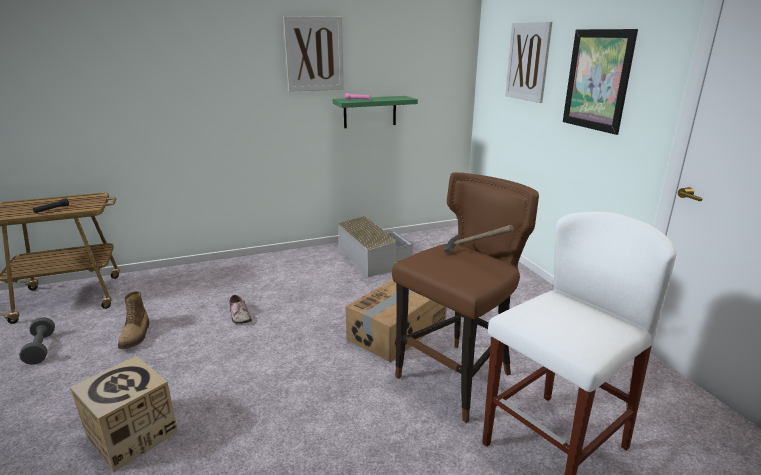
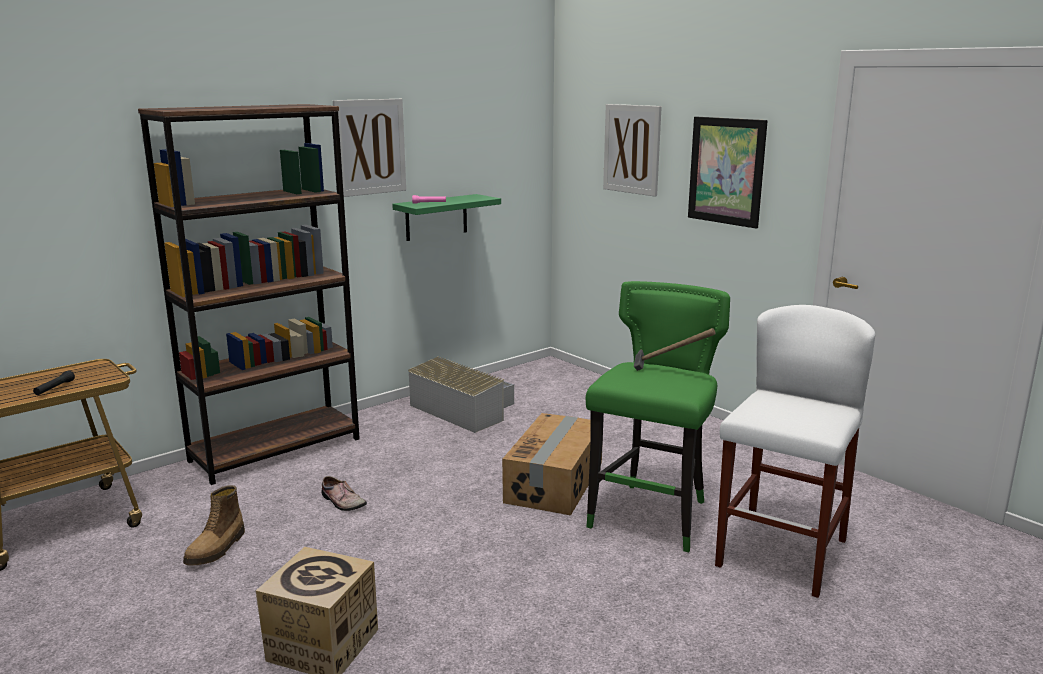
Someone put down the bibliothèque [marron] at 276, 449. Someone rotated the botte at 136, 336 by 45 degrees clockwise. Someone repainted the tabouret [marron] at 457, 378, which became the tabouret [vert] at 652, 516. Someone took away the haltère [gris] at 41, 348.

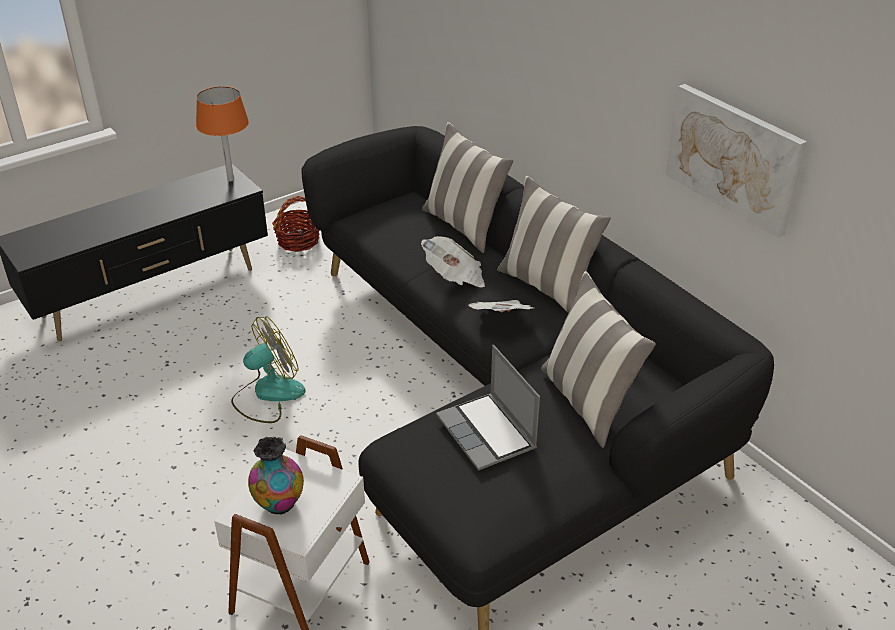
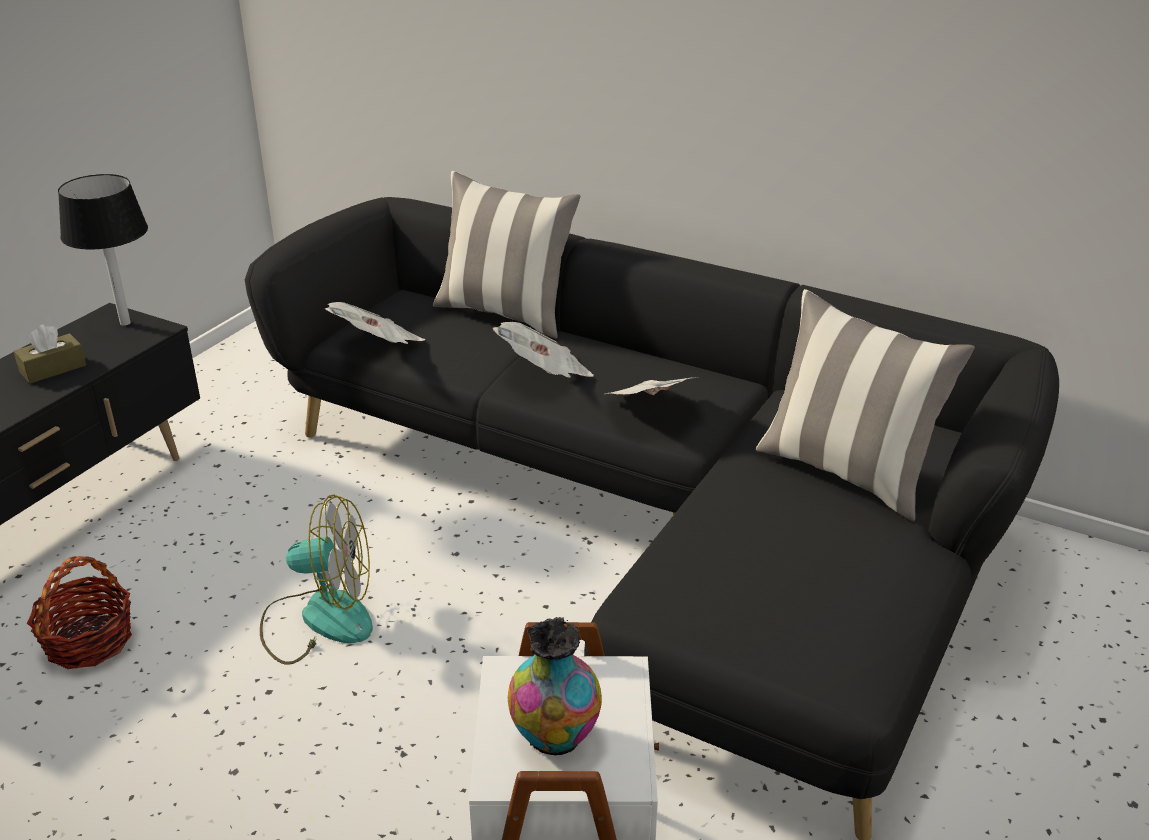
Someone put down the boîte à mouchoirs [marron] at 53, 369. Someone carried the panier from 298, 241 to 89, 641. Someone repainted the lampe de table [orange] at 230, 180, which became the lampe de table [noir] at 125, 323. Someone rotated the ventilateur at 268, 394 by 60 degrees clockwise. Someone put down the journal at 378, 345. Someone took away the ordinateur portable at 488, 433. Someone took away the coussin at 547, 287. Someone took away the tableau at 734, 158.

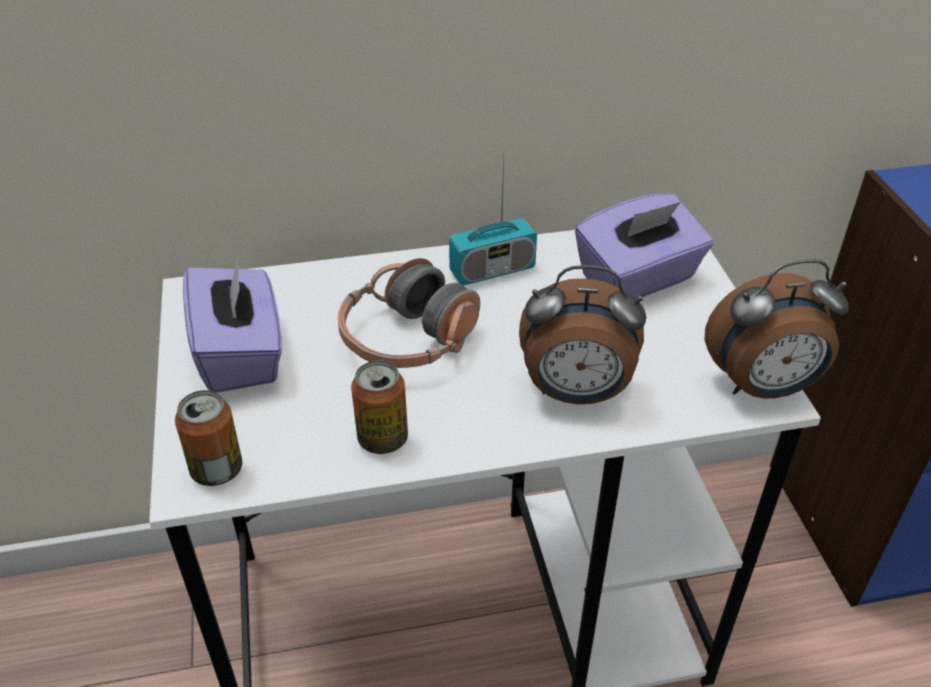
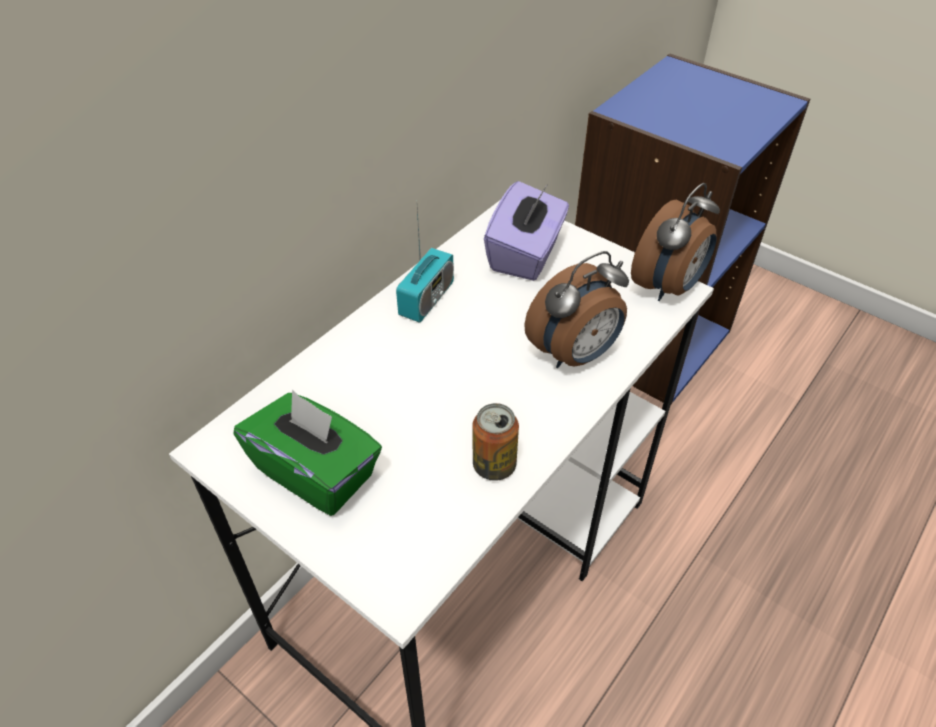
Someone repainted the boîte à mouchoirs [violet] at 241, 354, which became the boîte à mouchoirs [vert] at 316, 472. Someone took away the boîte métallique at 217, 469. Someone took away the casque audio at 408, 339.

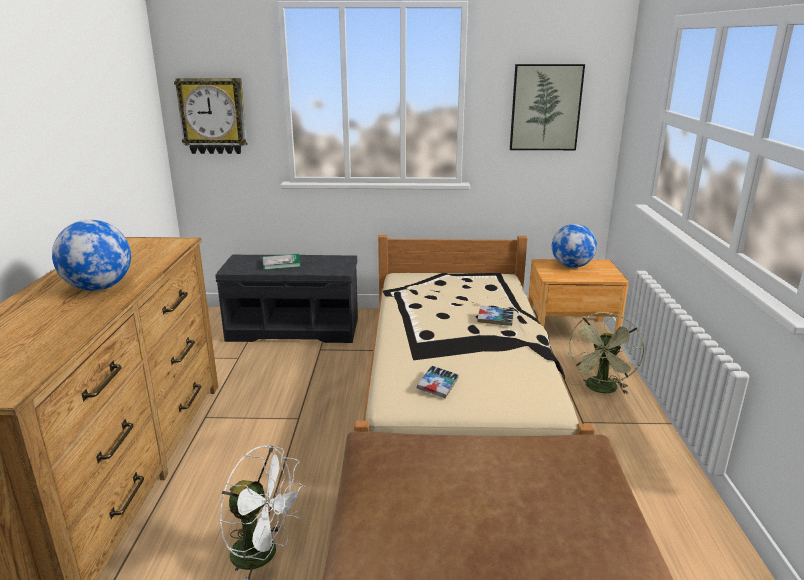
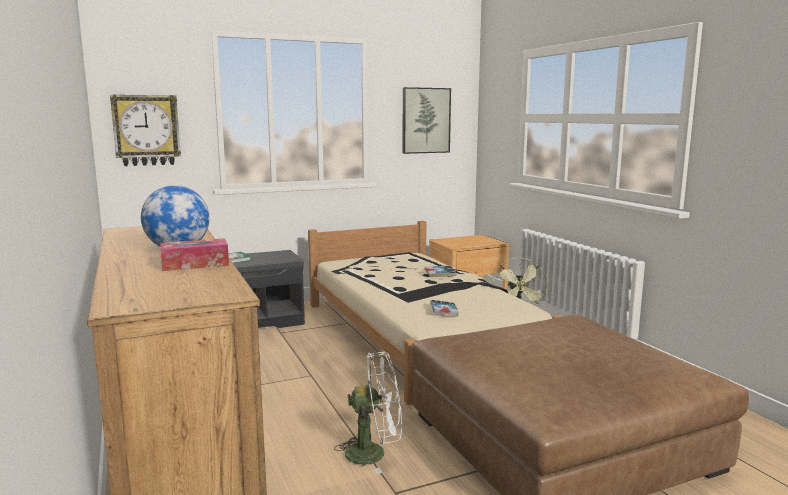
Someone put down the boîte à mouchoirs at 195, 264. Someone took away the globe at 571, 266.

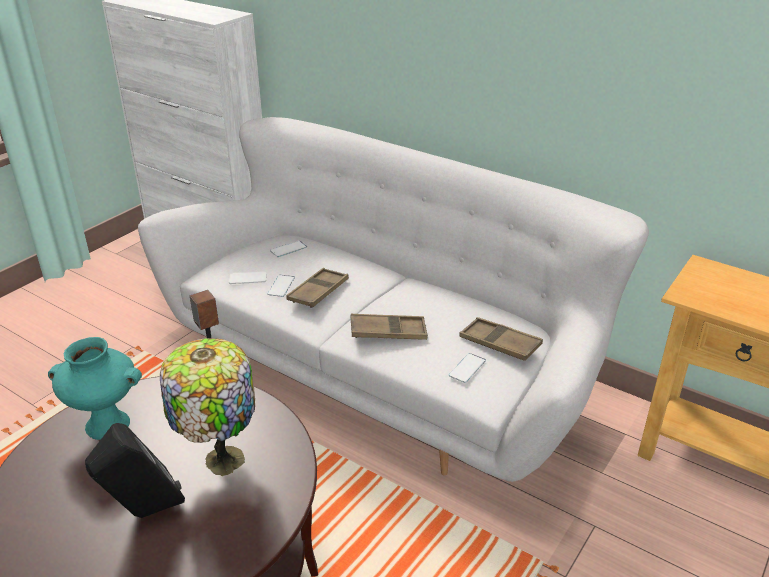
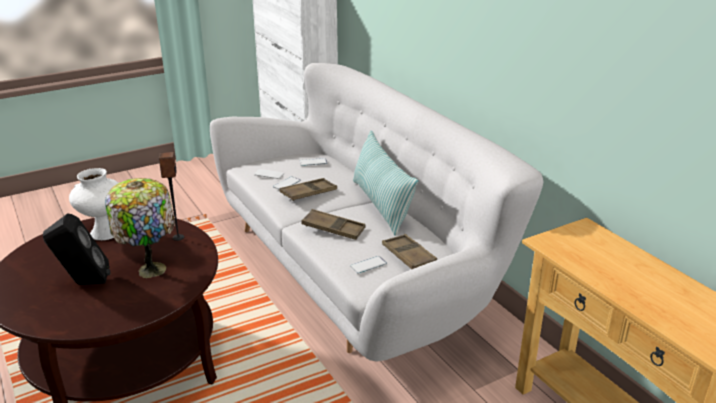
Someone repainted the vase [turquoise] at 106, 426, which became the vase [blanc] at 104, 233. Someone put down the coussin at 381, 205.

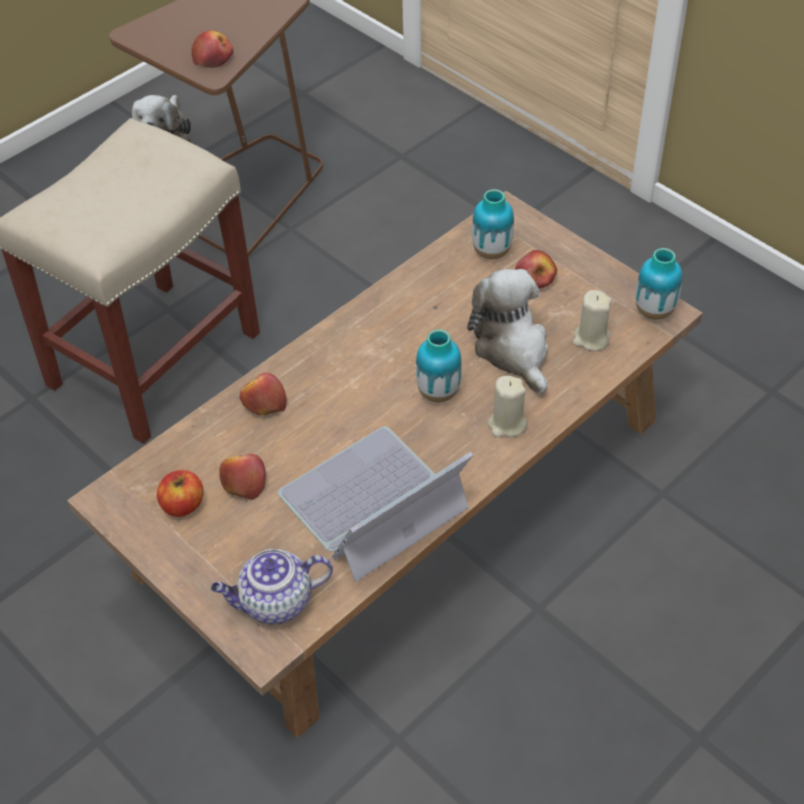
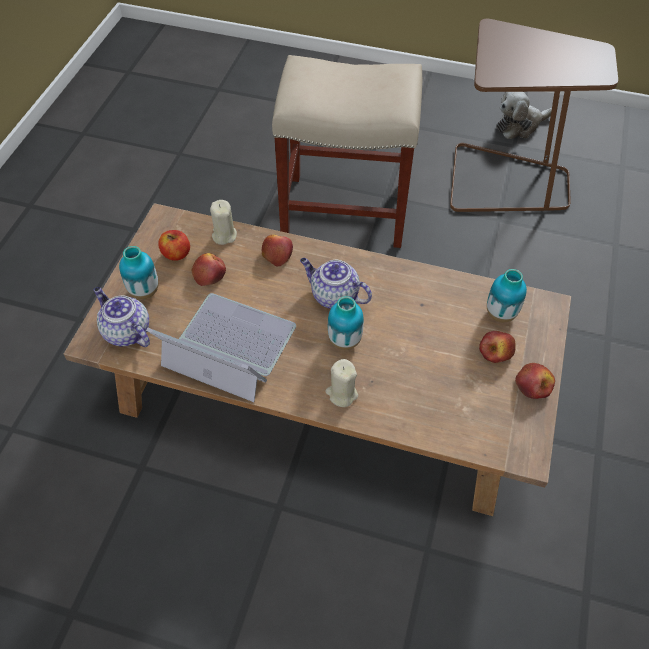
Someone carried the vase from 654, 311 to 144, 291. Someone carried the bougie [beige] from 591, 339 to 224, 235. Someone put down the théière at 333, 296. Someone carried the pomme from 213, 58 to 533, 385. Someone took away the peluche at 513, 349.

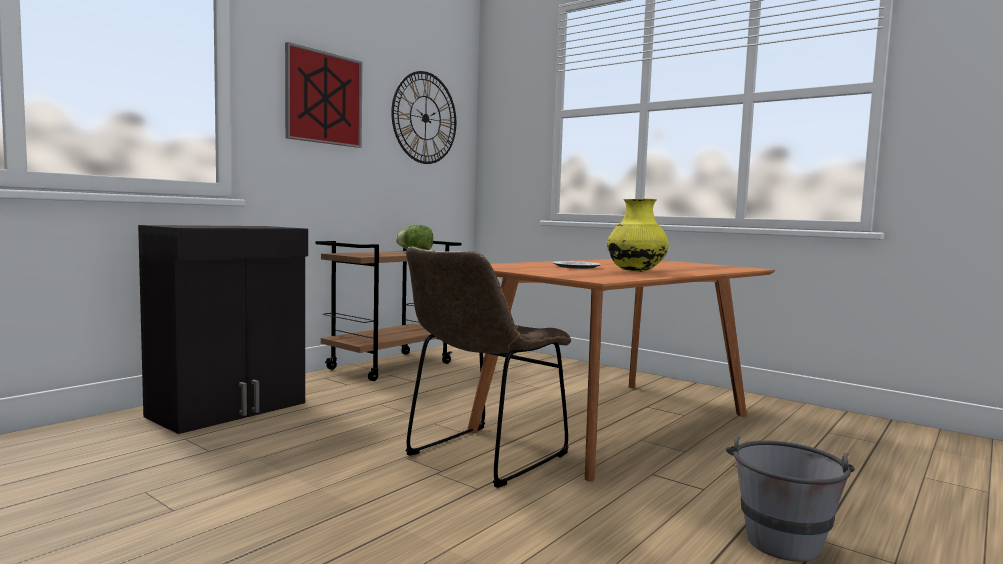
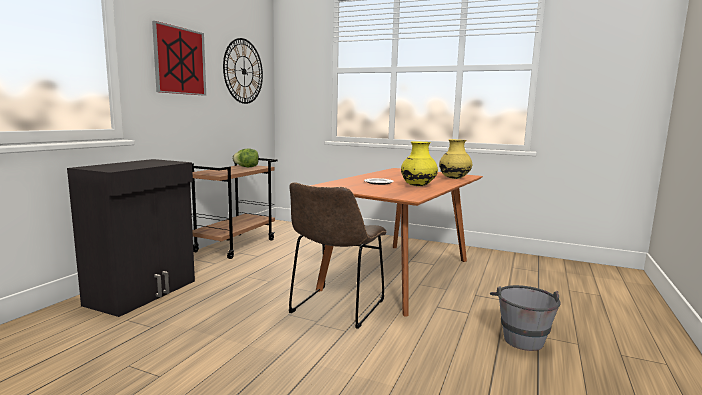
Someone put down the vase [jaune] at 454, 178.

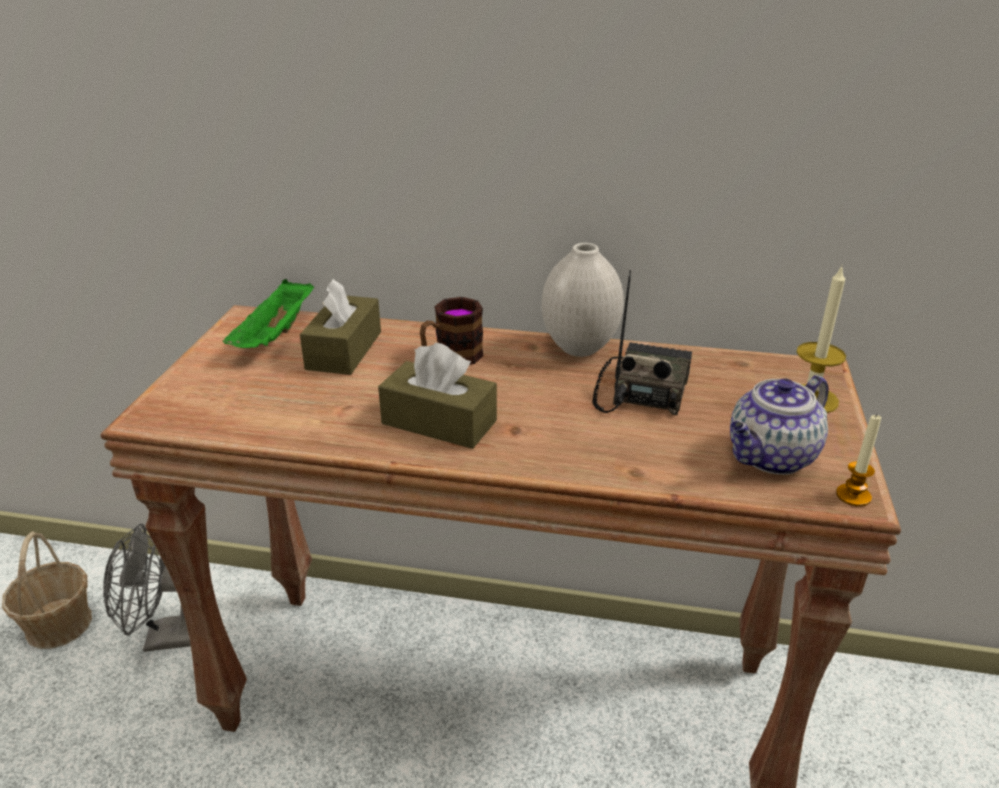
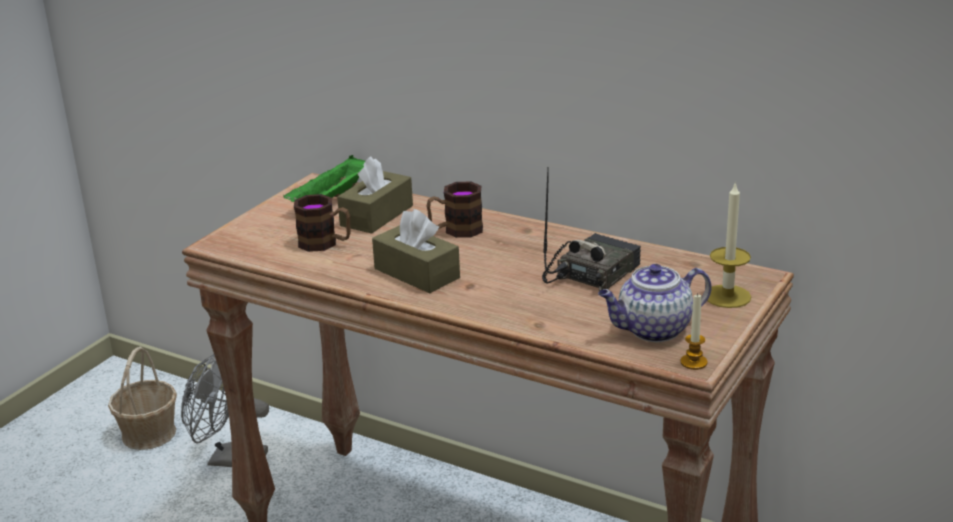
Someone put down the mug at 325, 243. Someone took away the vase [blanc] at 579, 348.

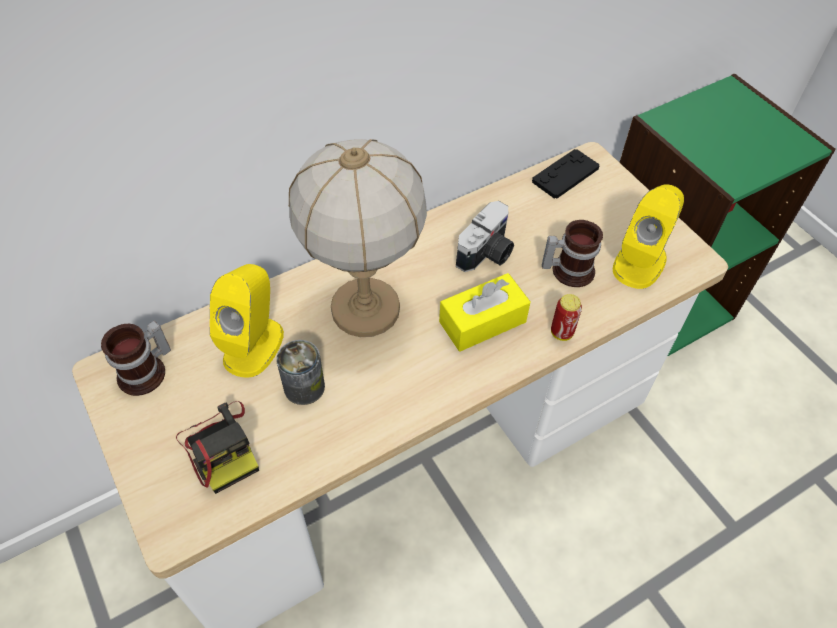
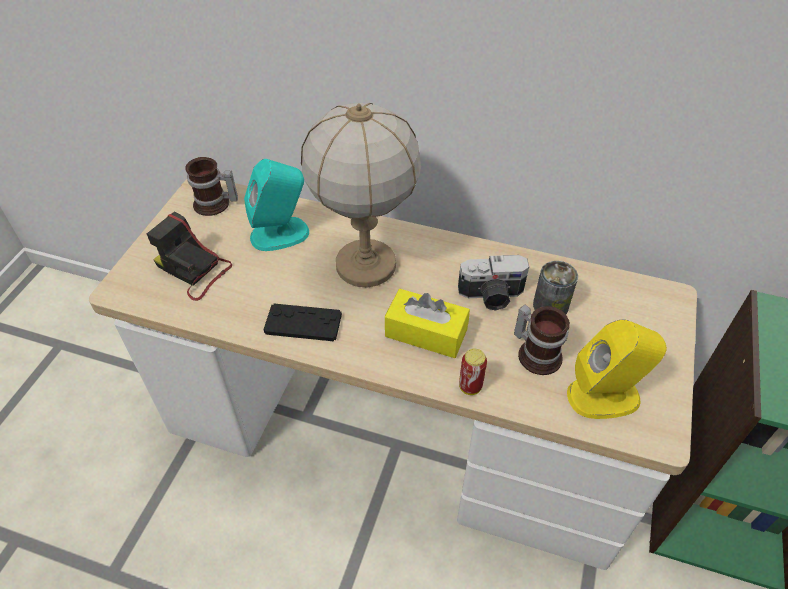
Someone rotated the appareil photo at 221, 447 by 105 degrees clockwise. Someone repainted the enceinte [jaune] at 254, 345, which became the enceinte [turquoise] at 280, 234. Someone carried the manette [noir] from 565, 175 to 303, 323. Someone carried the boîte métallique from 304, 387 to 550, 305.

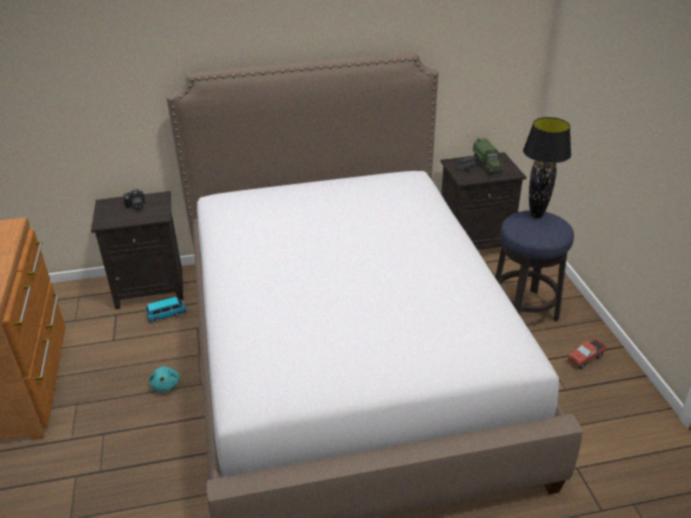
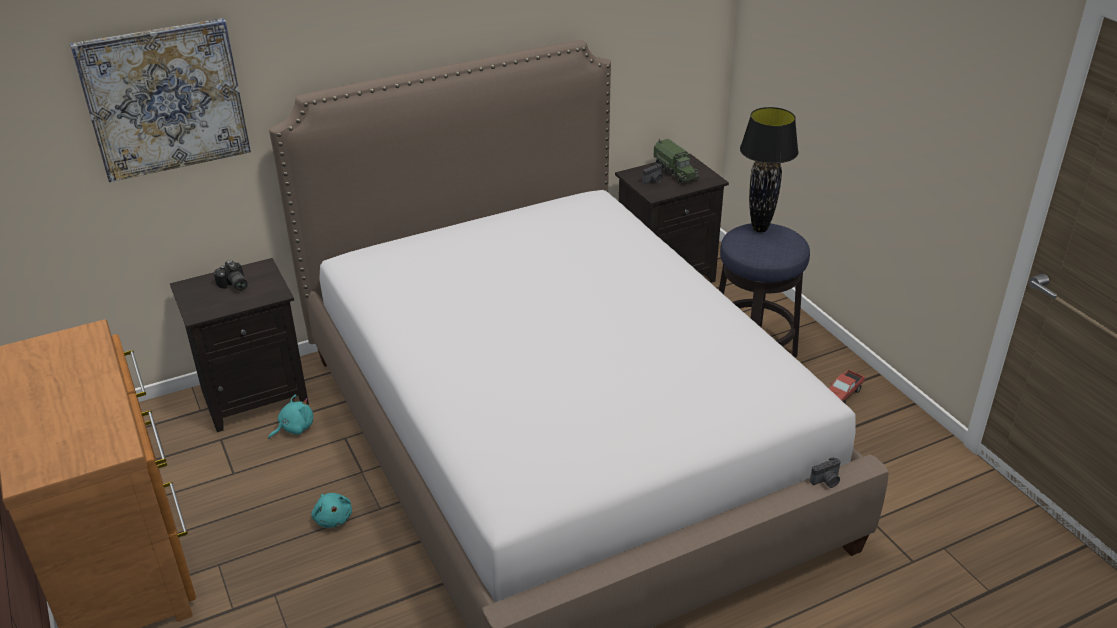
Someone put up the tableau at 165, 99. Someone swapped the petite voiture at 167, 315 for the peluche [turquoise] at 294, 428. Someone put down the appareil photo at 826, 481.

